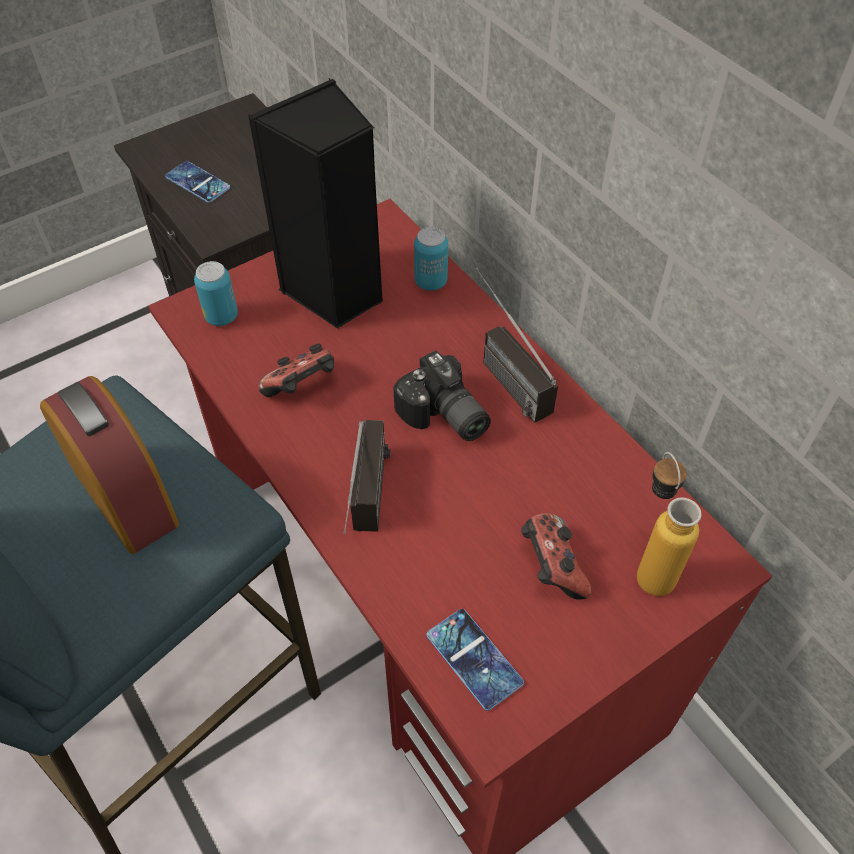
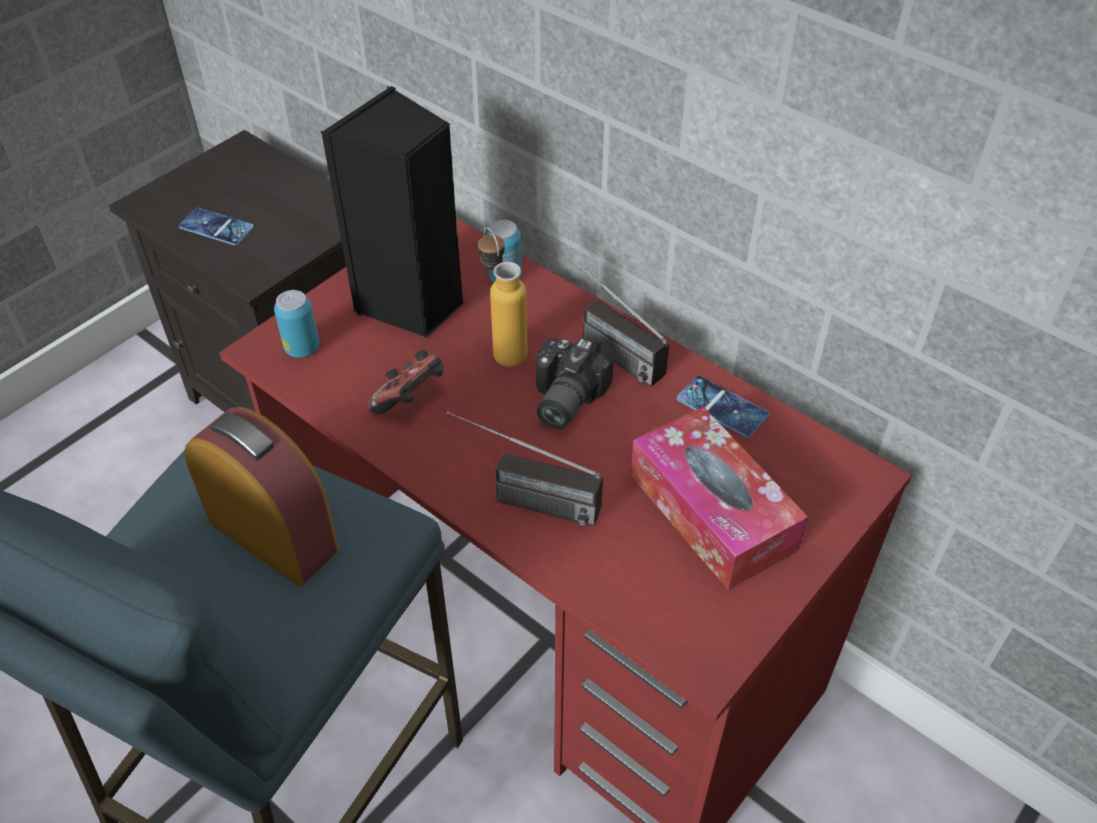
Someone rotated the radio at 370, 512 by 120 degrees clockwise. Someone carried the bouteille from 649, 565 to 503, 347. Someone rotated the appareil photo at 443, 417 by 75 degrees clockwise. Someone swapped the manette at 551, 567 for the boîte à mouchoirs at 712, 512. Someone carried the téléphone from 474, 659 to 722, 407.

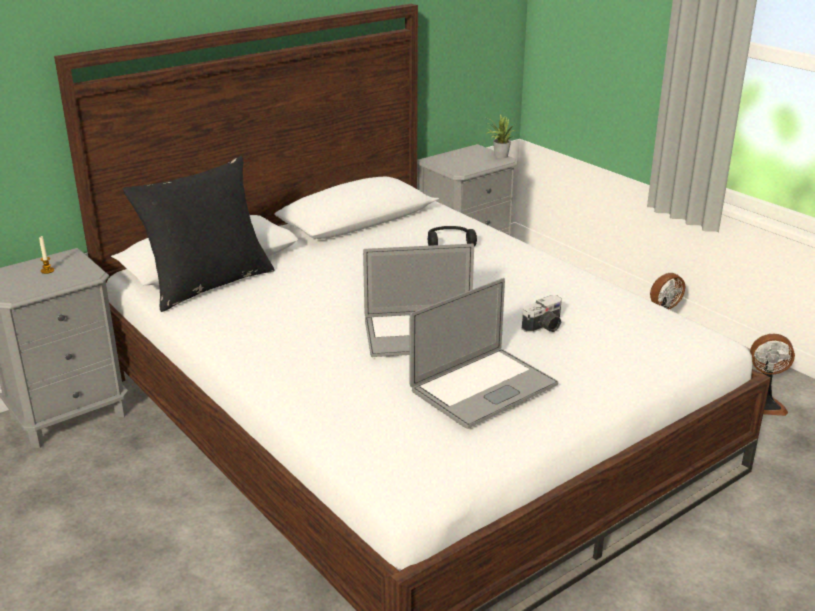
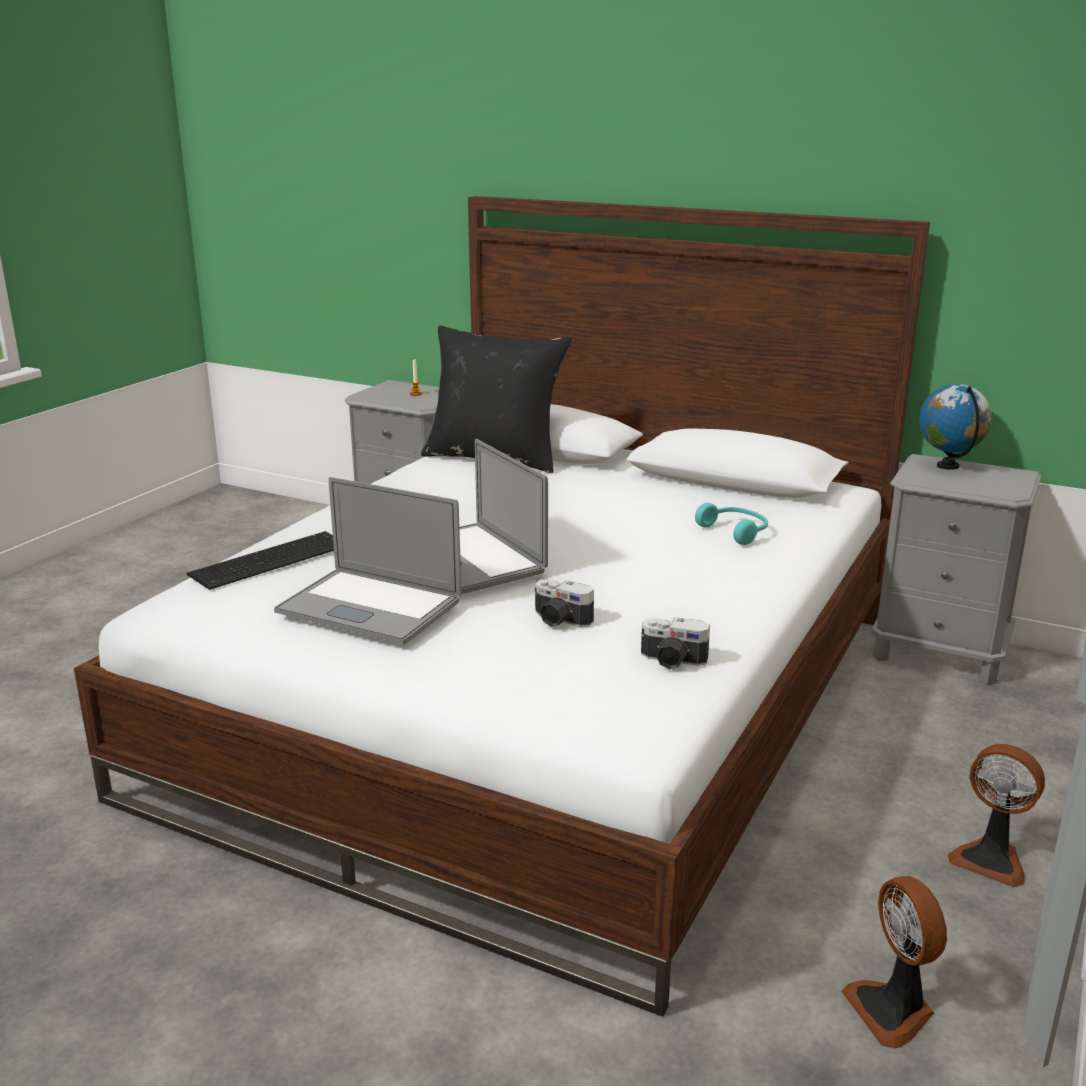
Someone put down the clavier at 272, 560. Someone put down the appareil photo at 672, 661. Someone repainted the casque audio [noir] at 449, 243, which became the casque audio [turquoise] at 735, 531. Someone put down the globe at 948, 466. Someone took away the plante en pot at 499, 156.

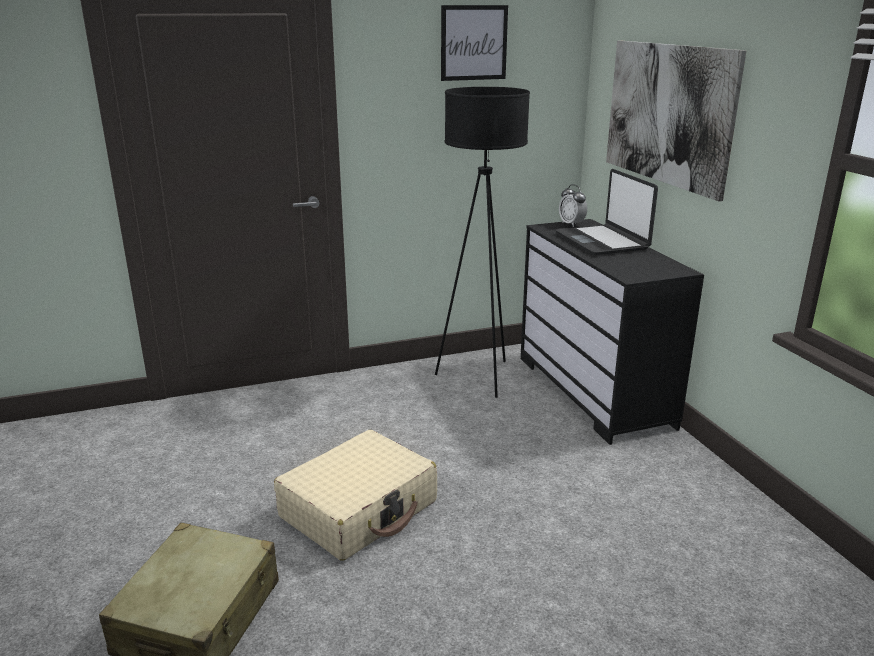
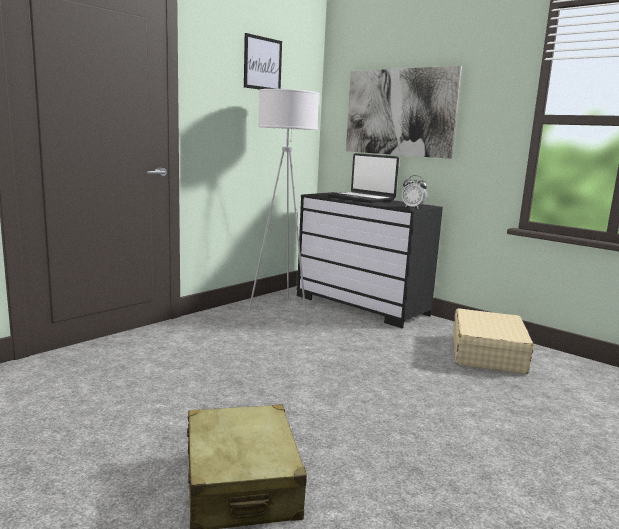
Someone repainted the lampadaire [noir] at 479, 377, which became the lampadaire [blanc] at 281, 308. Someone carried the réveil from 571, 224 to 413, 208. Someone carried the valise [beige] from 359, 509 to 488, 353.

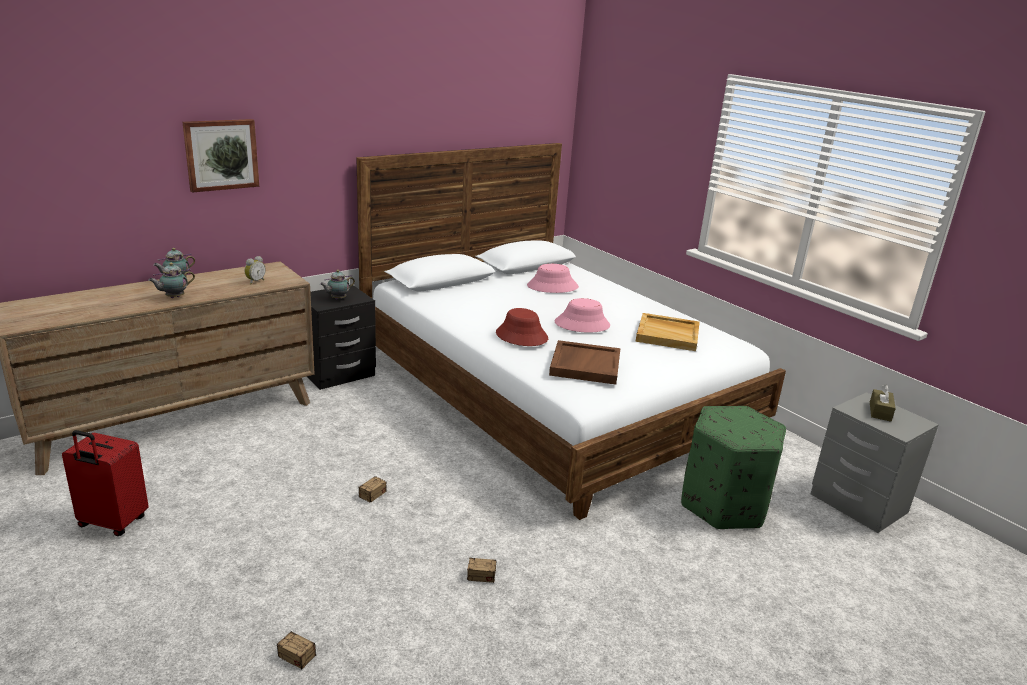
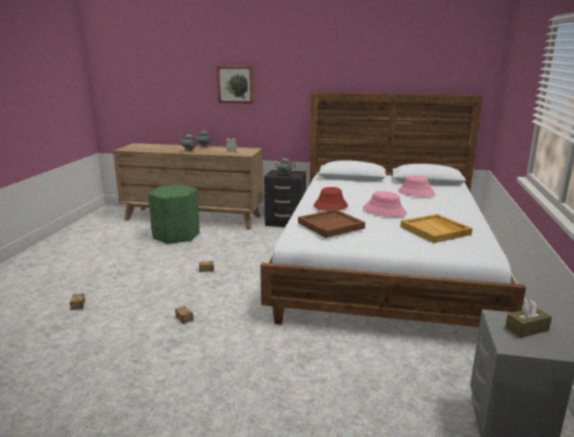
Someone carried the pouf [vert] from 724, 504 to 176, 236. Someone took away the valise [rouge] at 112, 523.

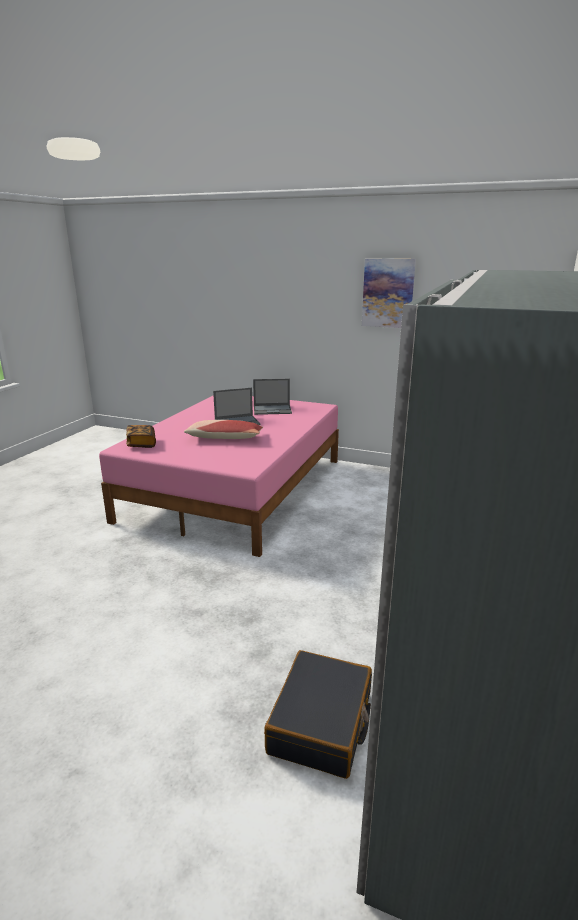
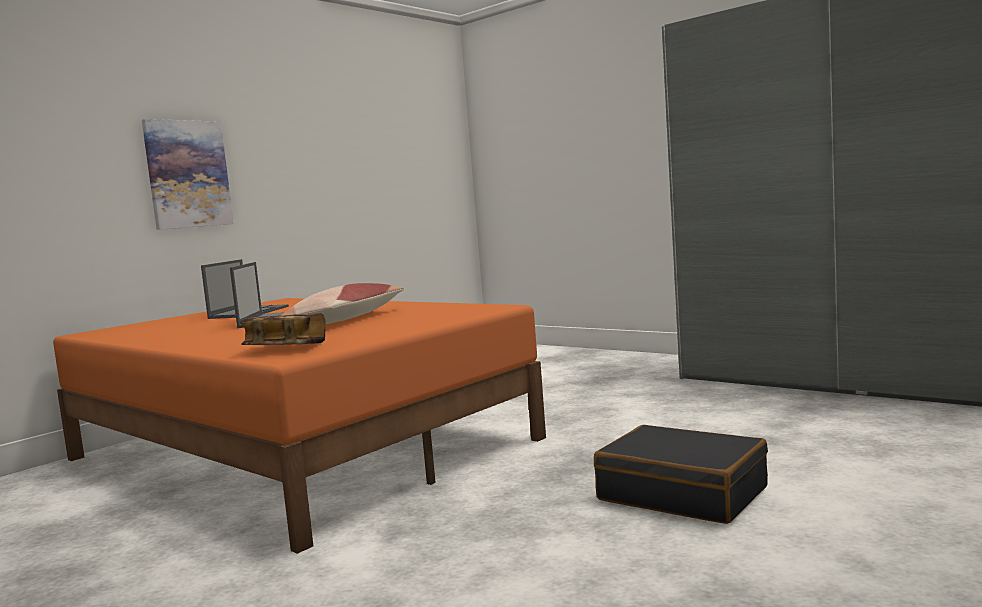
Someone repainted the lit [rose] at 237, 488, which became the lit [orange] at 299, 449. Someone carried the tableau from 388, 293 to 188, 174. Someone carried the valise [noir] from 321, 723 to 682, 493.

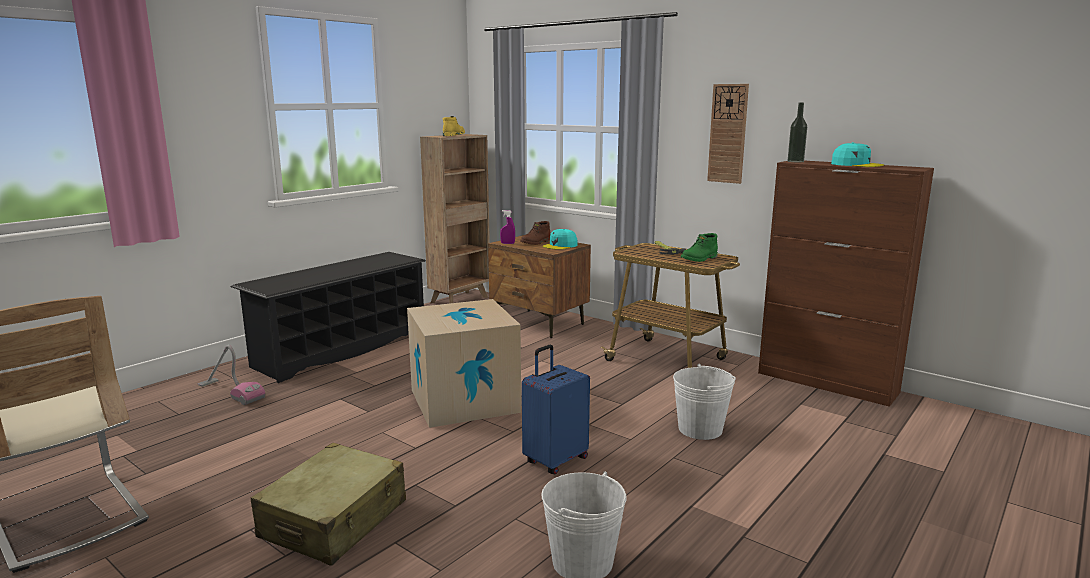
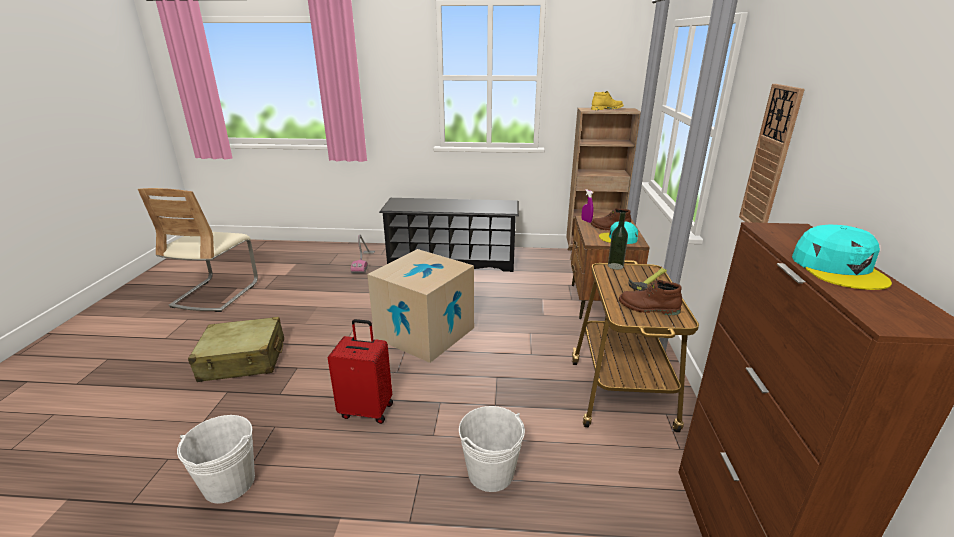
Someone repainted the valise [bleu] at 555, 460, which became the valise [rouge] at 367, 410. Someone carried the bouteille from 795, 161 to 615, 266. Someone repainted the botte [vert] at 699, 259, which became the botte [marron] at 648, 308.

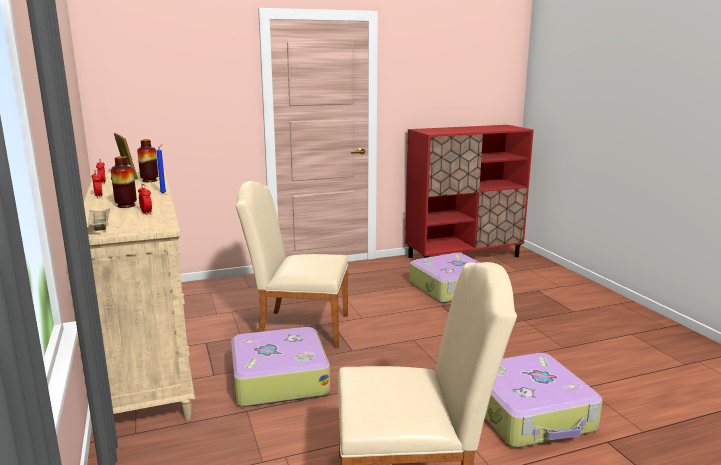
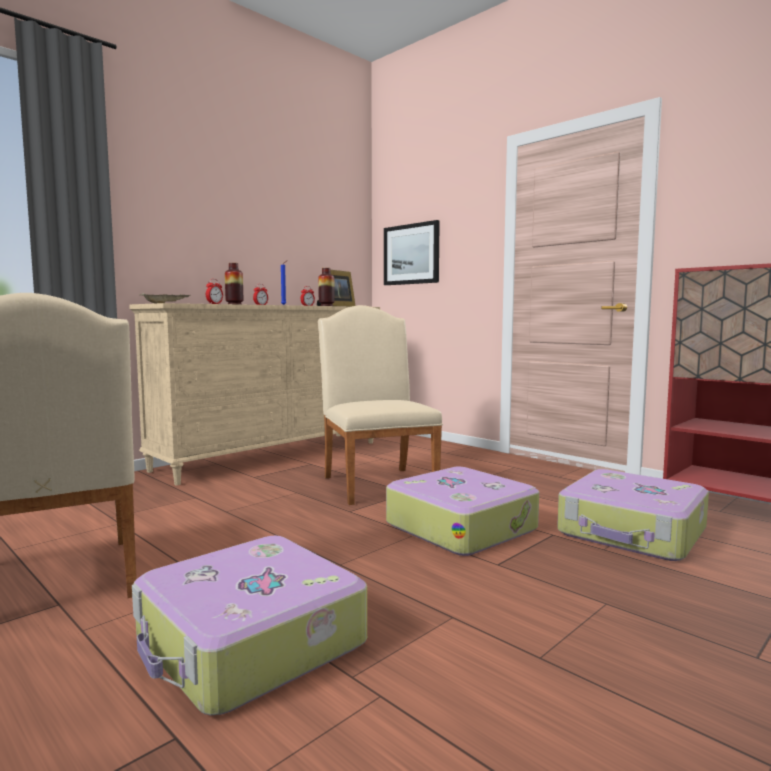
Someone put up the tableau at 411, 254. Someone carried the valise from 278, 378 to 461, 526.

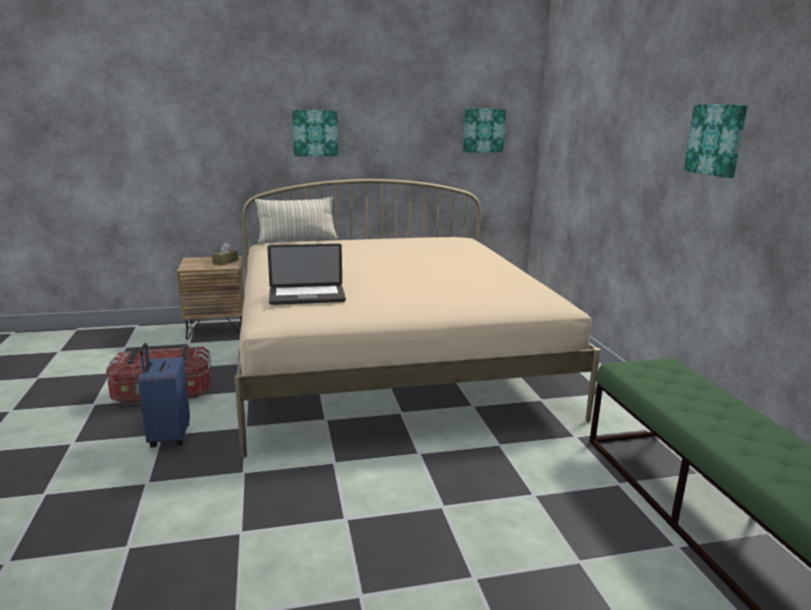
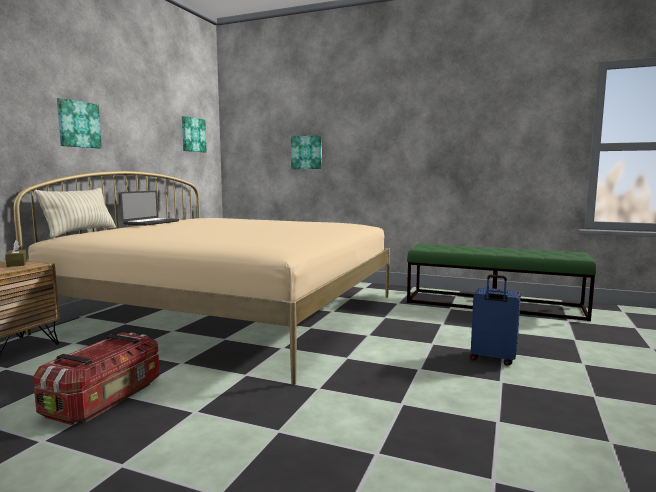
Someone carried the ordinateur portable from 307, 296 to 151, 223. Someone carried the tableau from 716, 140 to 307, 152. Someone carried the valise [bleu] from 168, 437 to 492, 359.

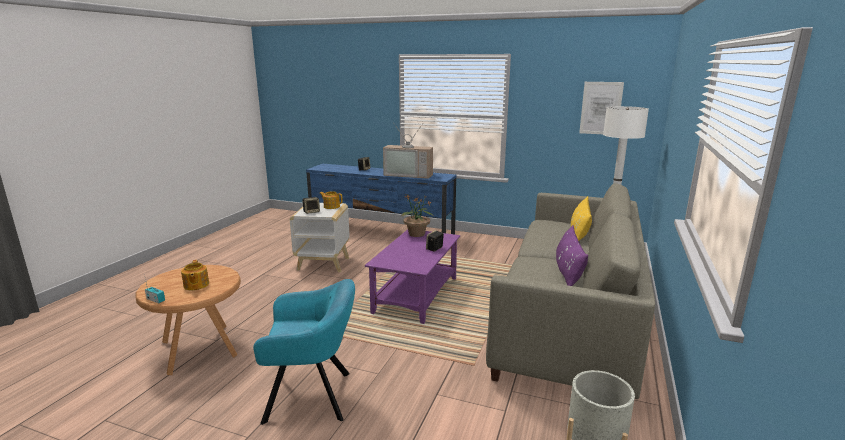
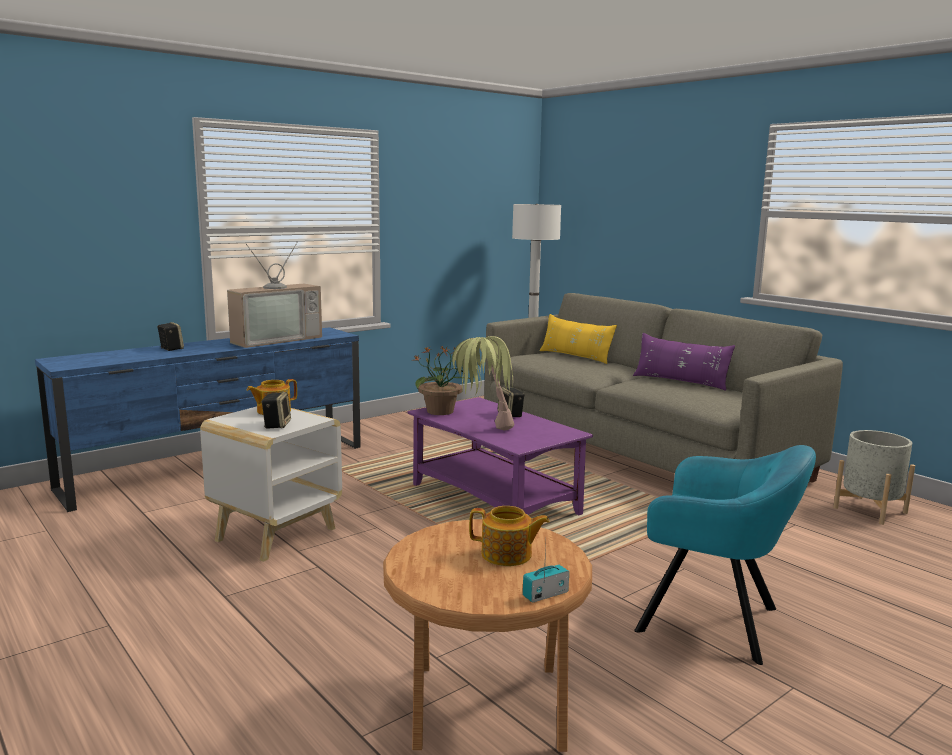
Someone put down the plante en pot at 482, 428. Someone rotated the fauteuil [turquoise] at 313, 396 by 90 degrees clockwise. Someone took away the tableau at 601, 108.

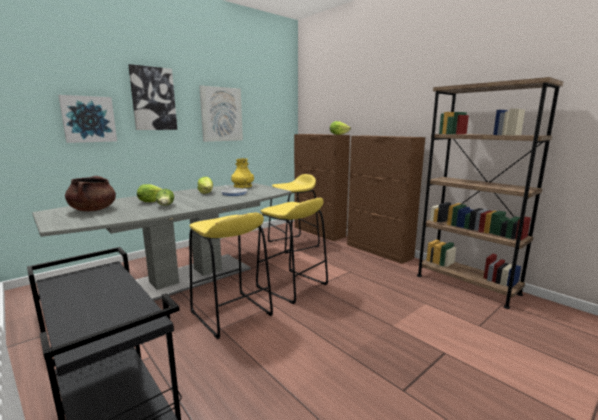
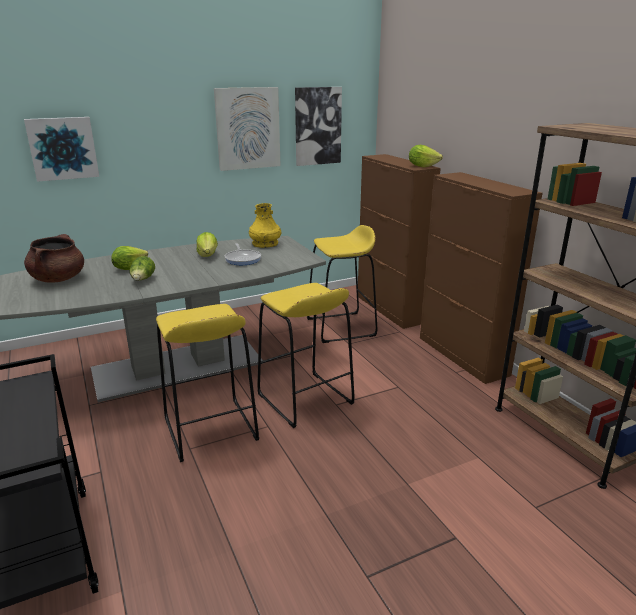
Someone carried the tableau from 153, 99 to 317, 126.

